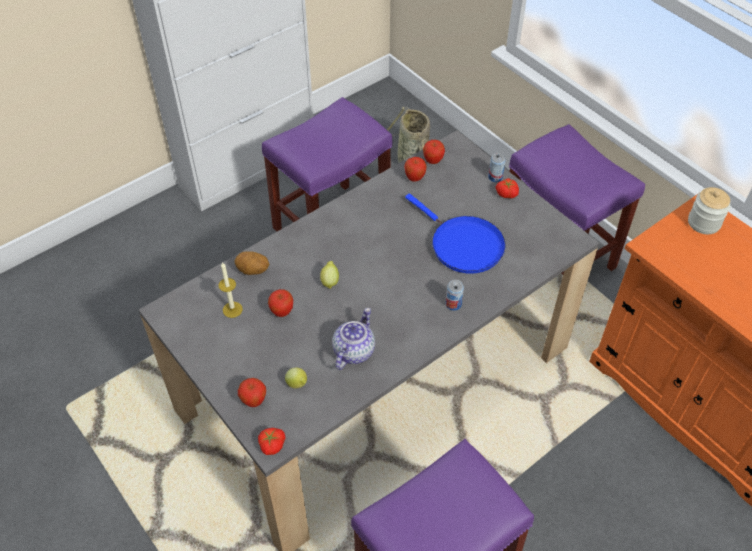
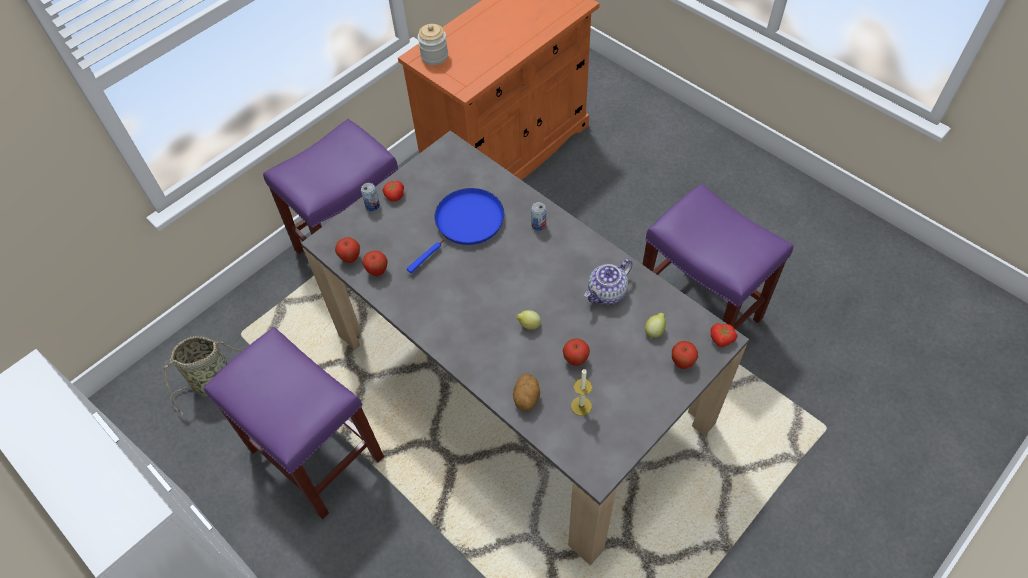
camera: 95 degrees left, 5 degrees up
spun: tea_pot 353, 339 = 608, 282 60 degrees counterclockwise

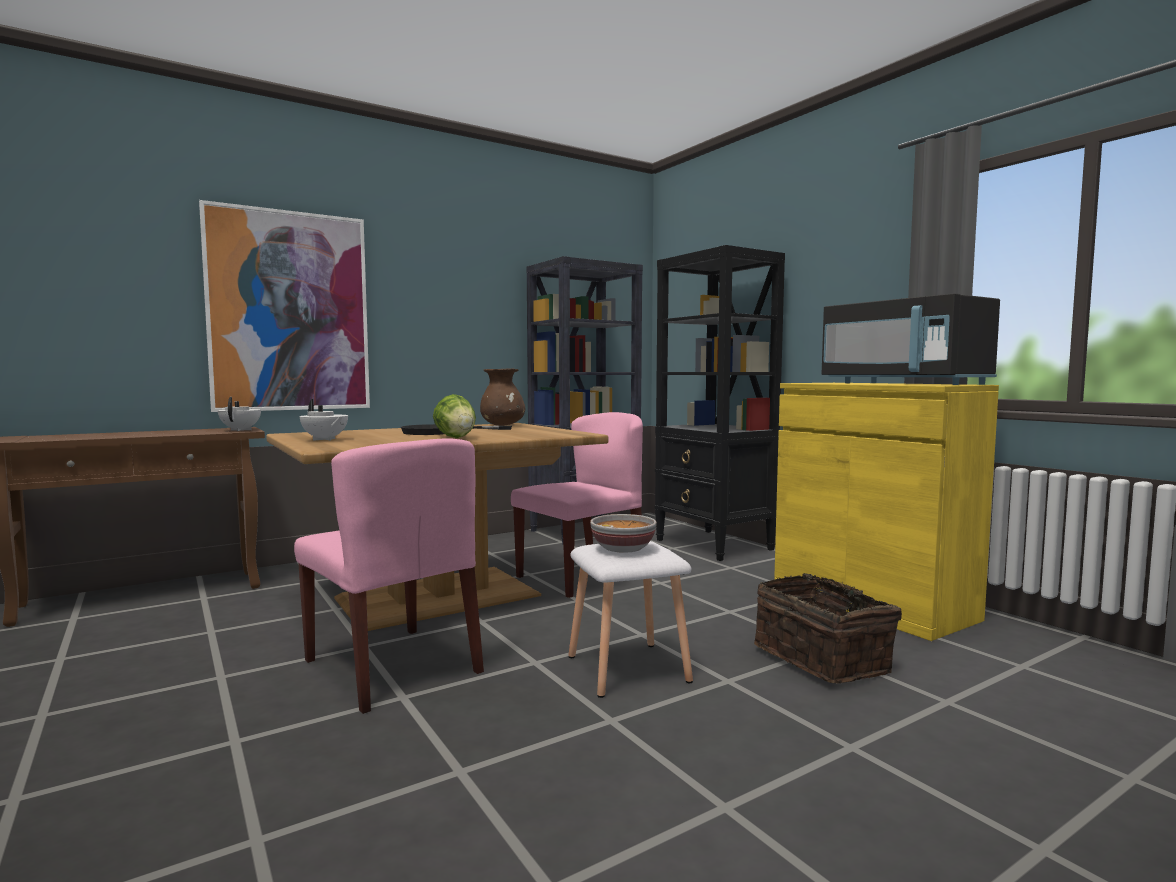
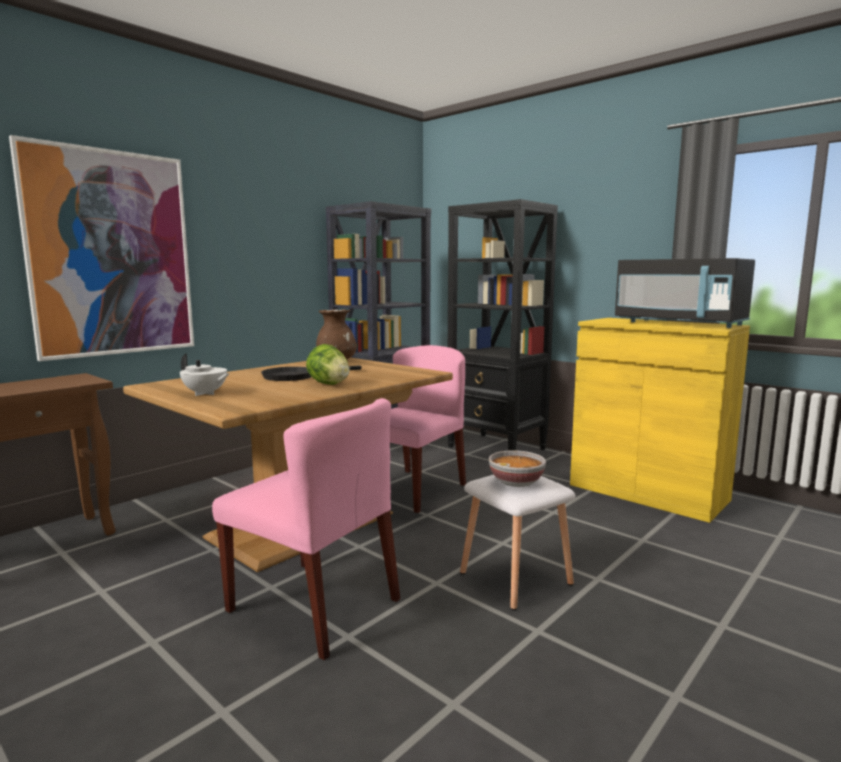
camera: 15 degrees left, 5 degrees up
missing: whitish_tea_pot 239, 414; household_basket 828, 628

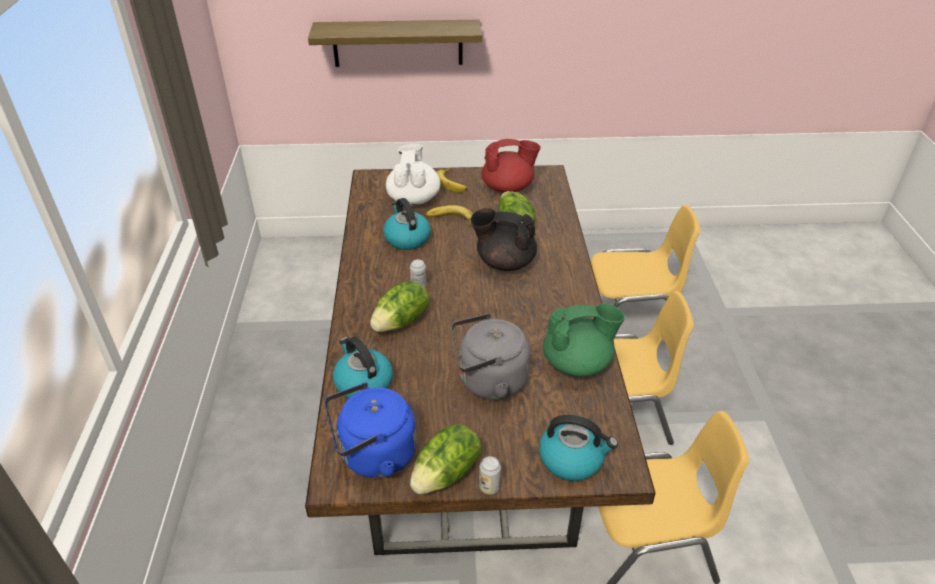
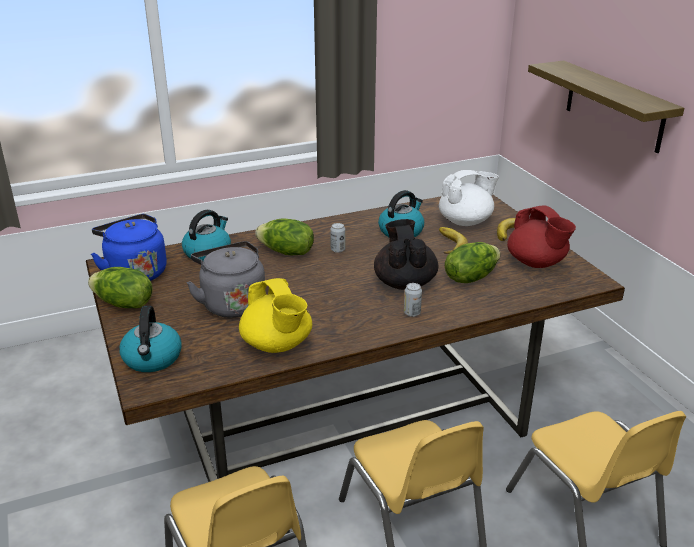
camera: 70 degrees right, 10 degrees down
relocated: sealed_can 490, 475 to 413, 300
colour: green-coloured_tea_pot 584, 339 to yellow_tea_pot 275, 315

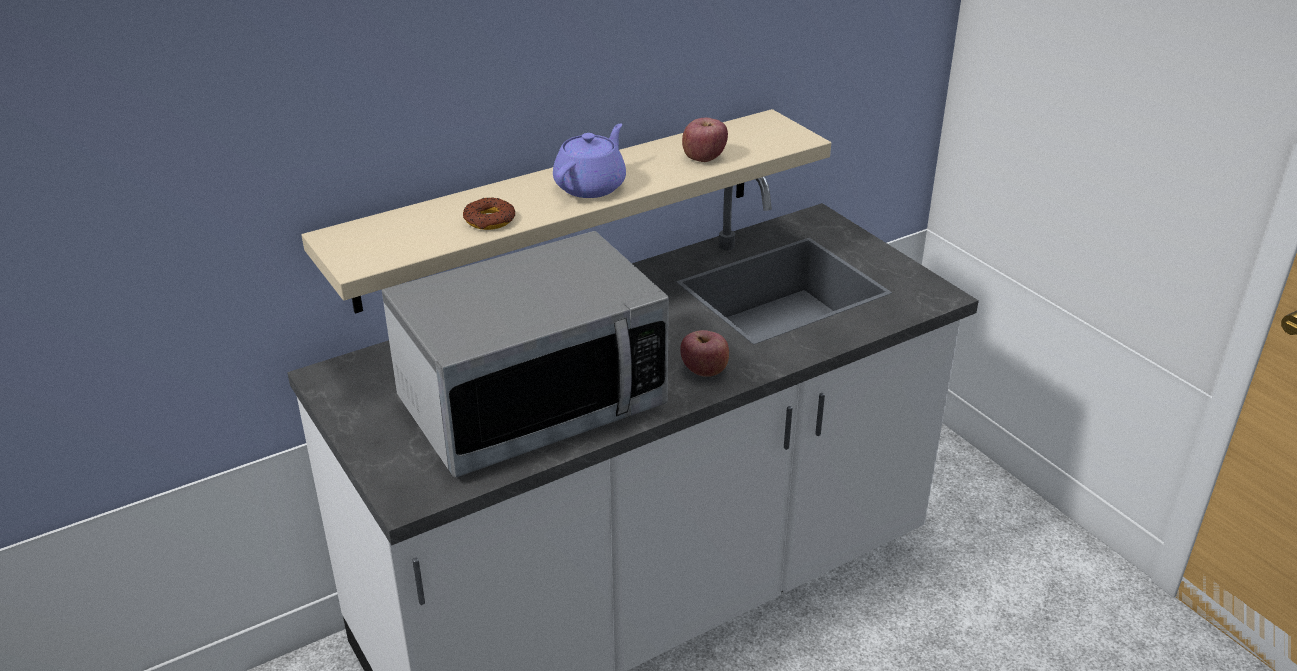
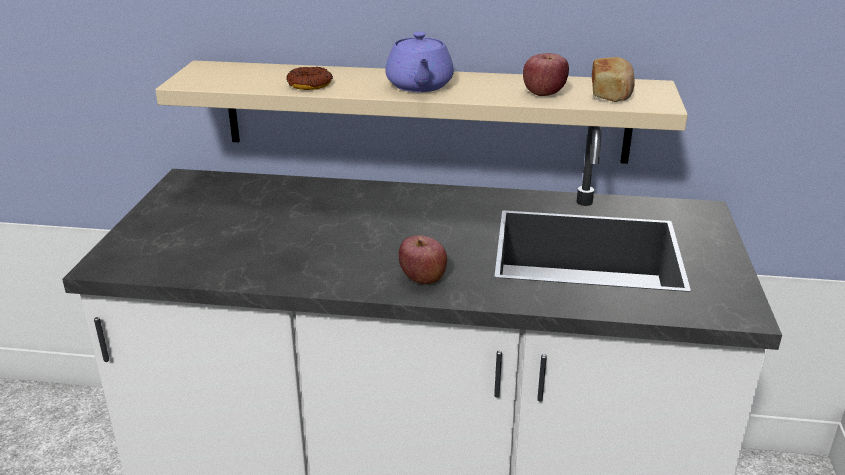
camera: 40 degrees right, 5 degrees down
missing: microwave_oven 525, 354
appeared: bread 613, 79
spun: purplish_tea_pot 589, 160 = 419, 62 105 degrees clockwise

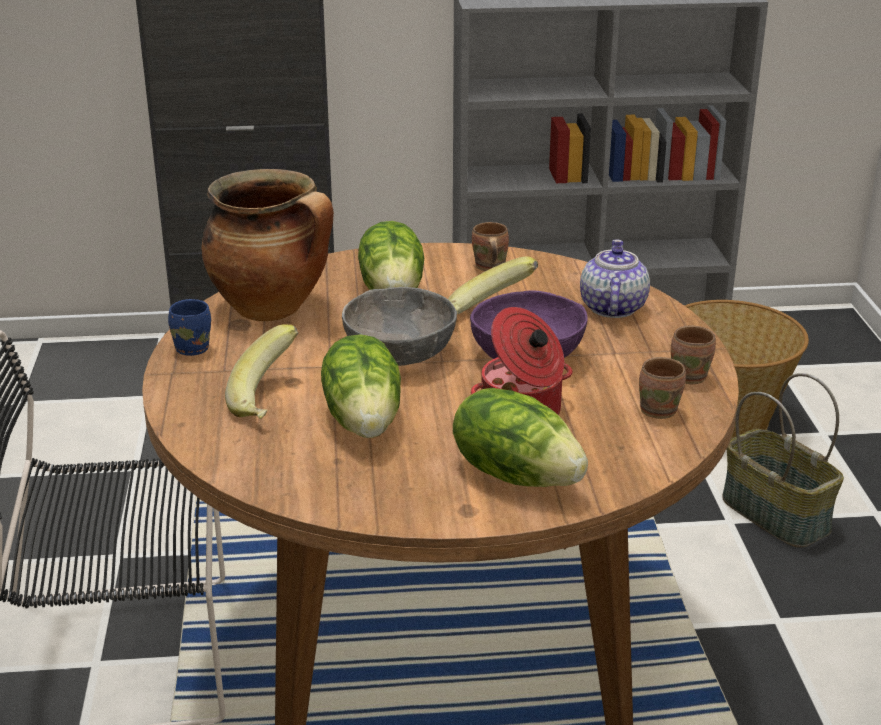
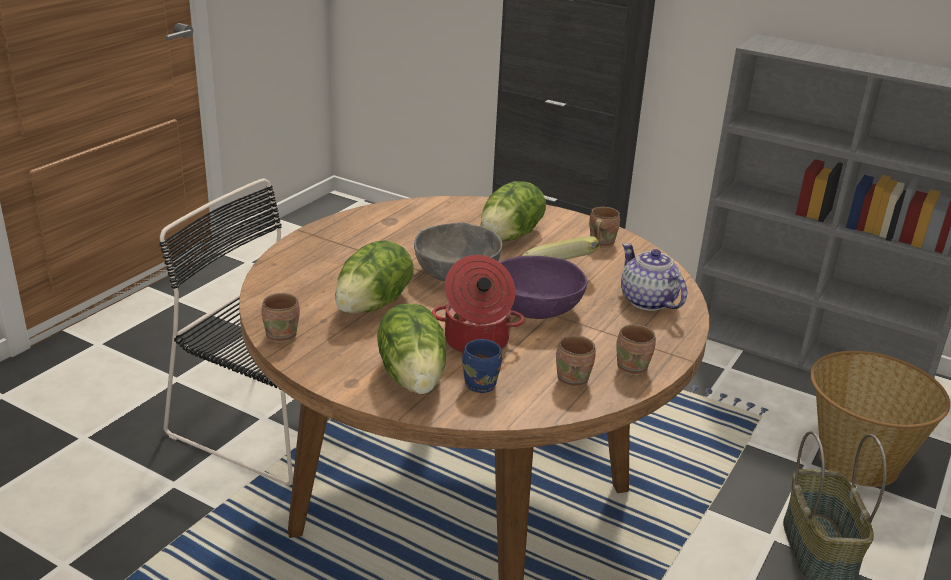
camera: 35 degrees right, 0 degrees up
missing: saucepot 267, 245; whole_banana 261, 371
appeared: brown-coloured_coffee_mug 281, 318
relocated: blue_coffee_mug 189, 327 to 482, 366
spun: tea_pot 615, 278 = 654, 277 75 degrees counterclockwise

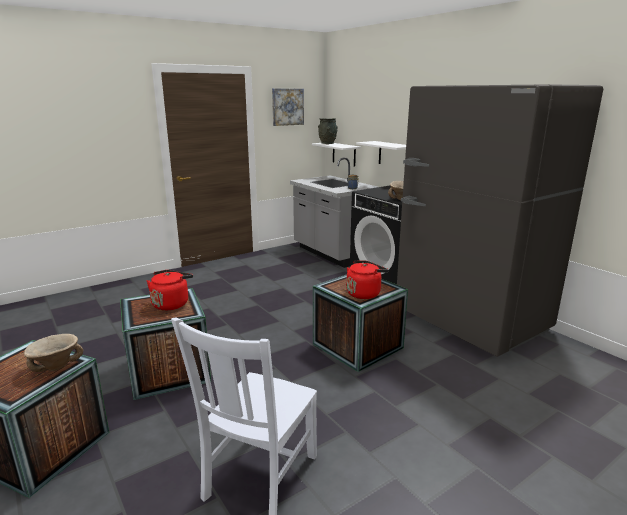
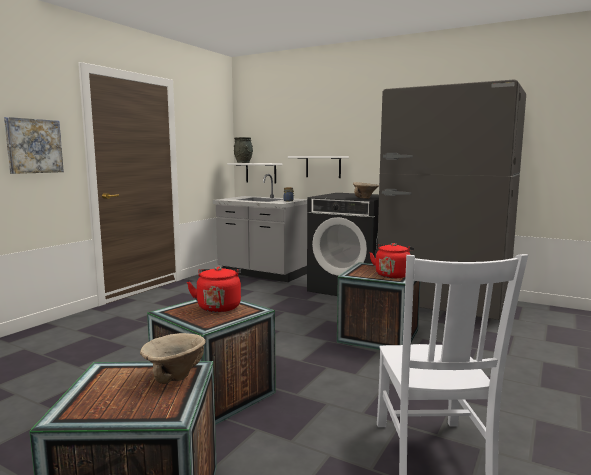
camera: 25 degrees left, 10 degrees down
relocated: wall_art 288, 107 to 34, 145

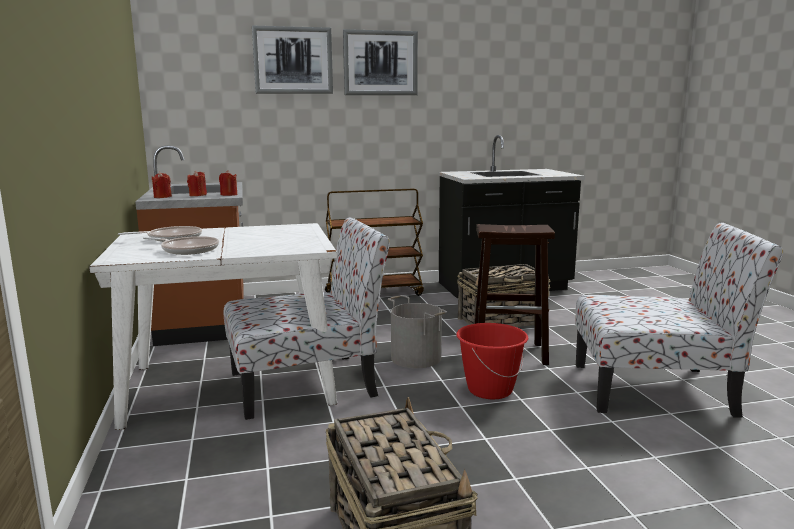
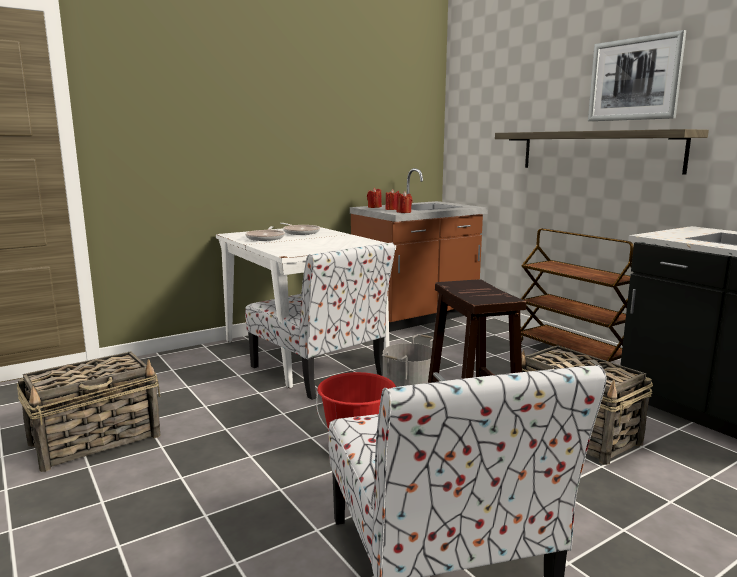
camera: 70 degrees right, 0 degrees up
missing: wall_art 292, 60
appeared: shelf 602, 152

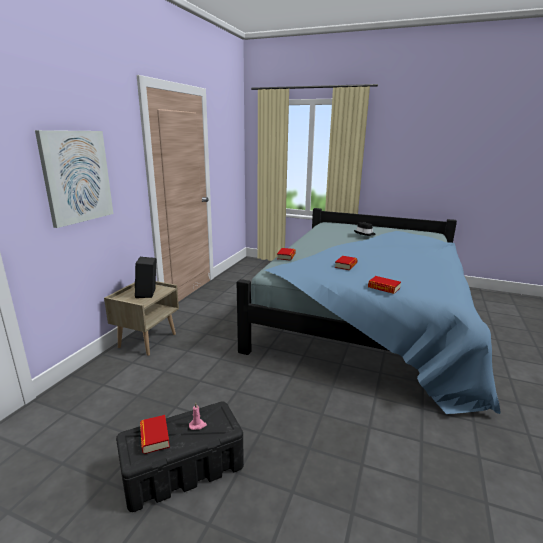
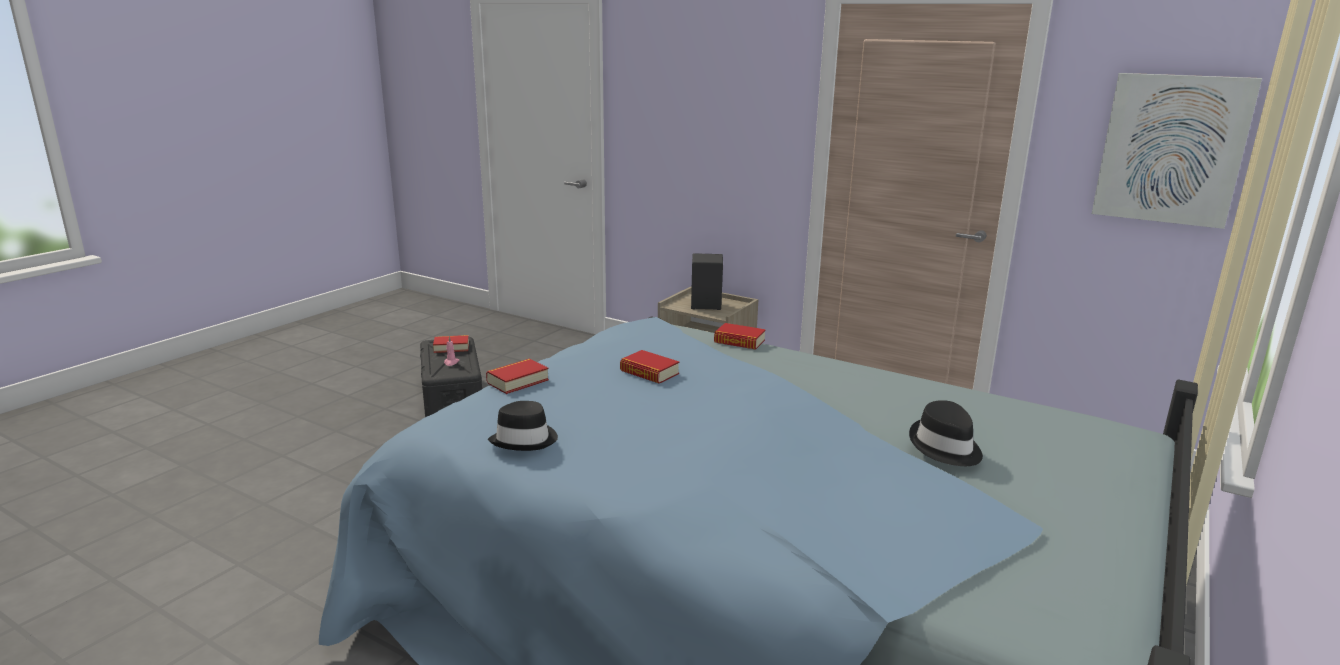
camera: 100 degrees right, 0 degrees up
appeared: black_wearable_hat 523, 426
relocated: wall_art 74, 179 to 1177, 151

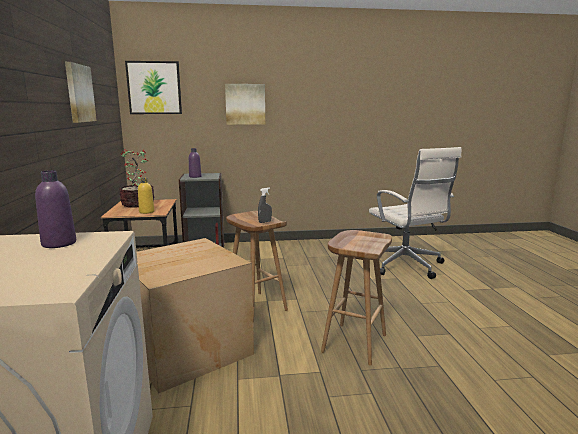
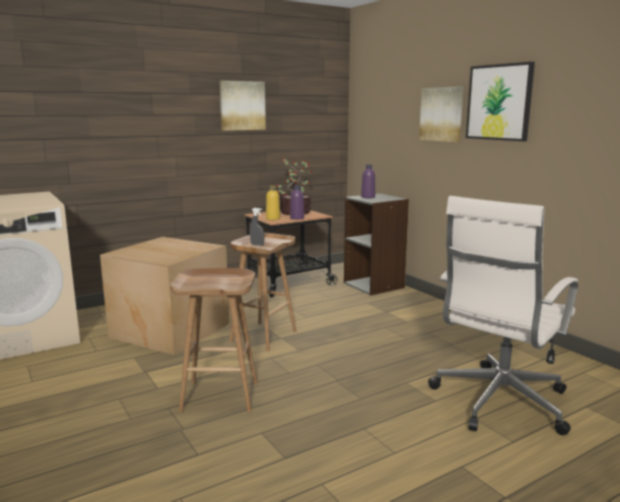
camera: 65 degrees right, 0 degrees up
relocated: wall_art 153, 87 to 500, 101; purplish_beverage_bottle 55, 209 to 297, 202

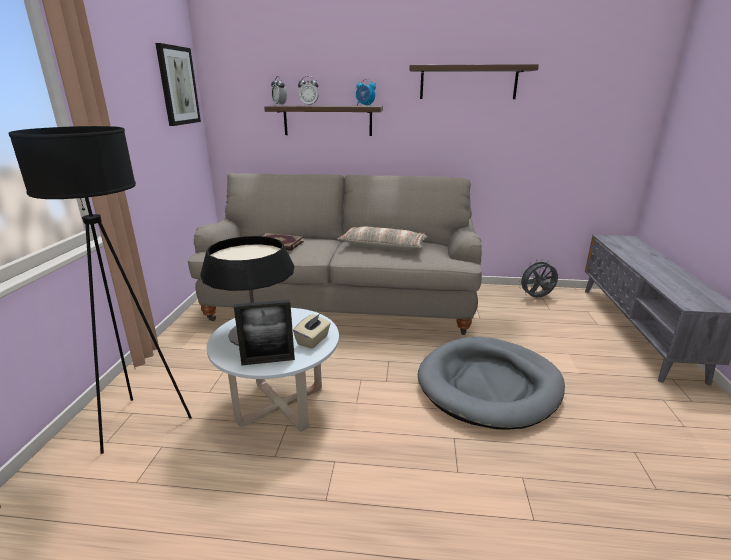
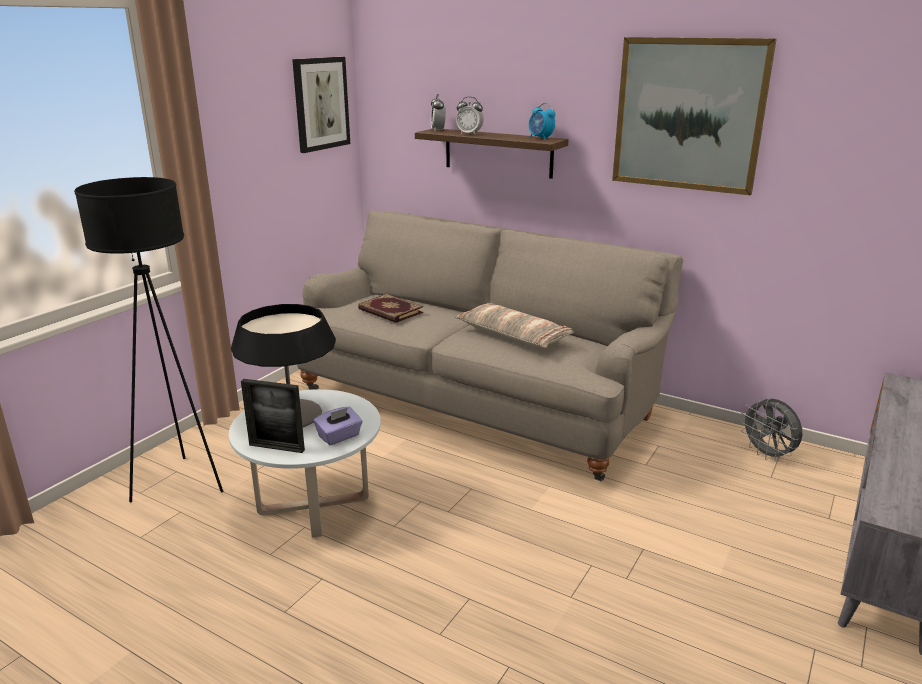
camera: 25 degrees right, 0 degrees up
missing: greyish_pet_bed 491, 383
exchanged: shelf 474, 81 to wall_art 694, 116
colour: sand-coloured_box_of_tissues 312, 331 to purplish_box_of_tissues 338, 426
spun: greyish_electric_fan 538, 278 = 771, 429 135 degrees counterclockwise

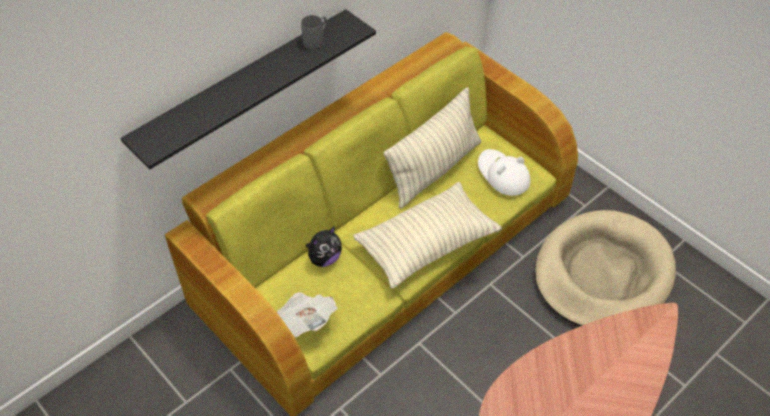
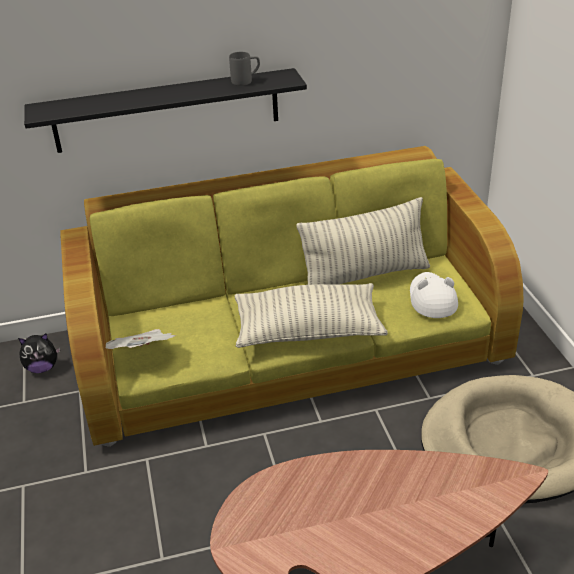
camera: 30 degrees right, 15 degrees down
relocated: soft_toy 324, 246 to 39, 353

